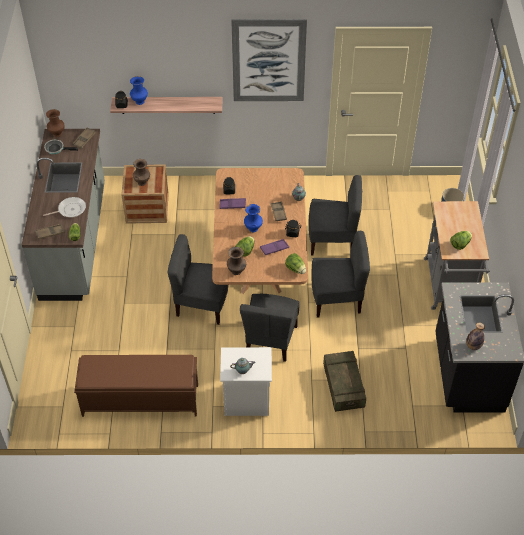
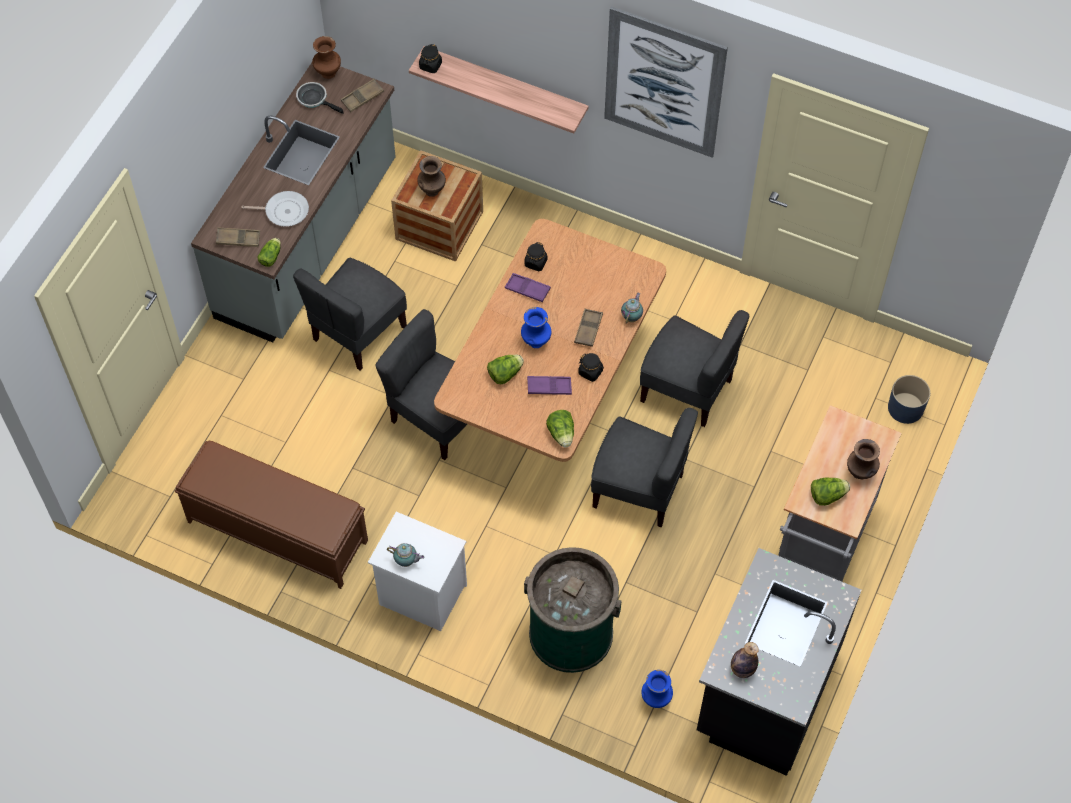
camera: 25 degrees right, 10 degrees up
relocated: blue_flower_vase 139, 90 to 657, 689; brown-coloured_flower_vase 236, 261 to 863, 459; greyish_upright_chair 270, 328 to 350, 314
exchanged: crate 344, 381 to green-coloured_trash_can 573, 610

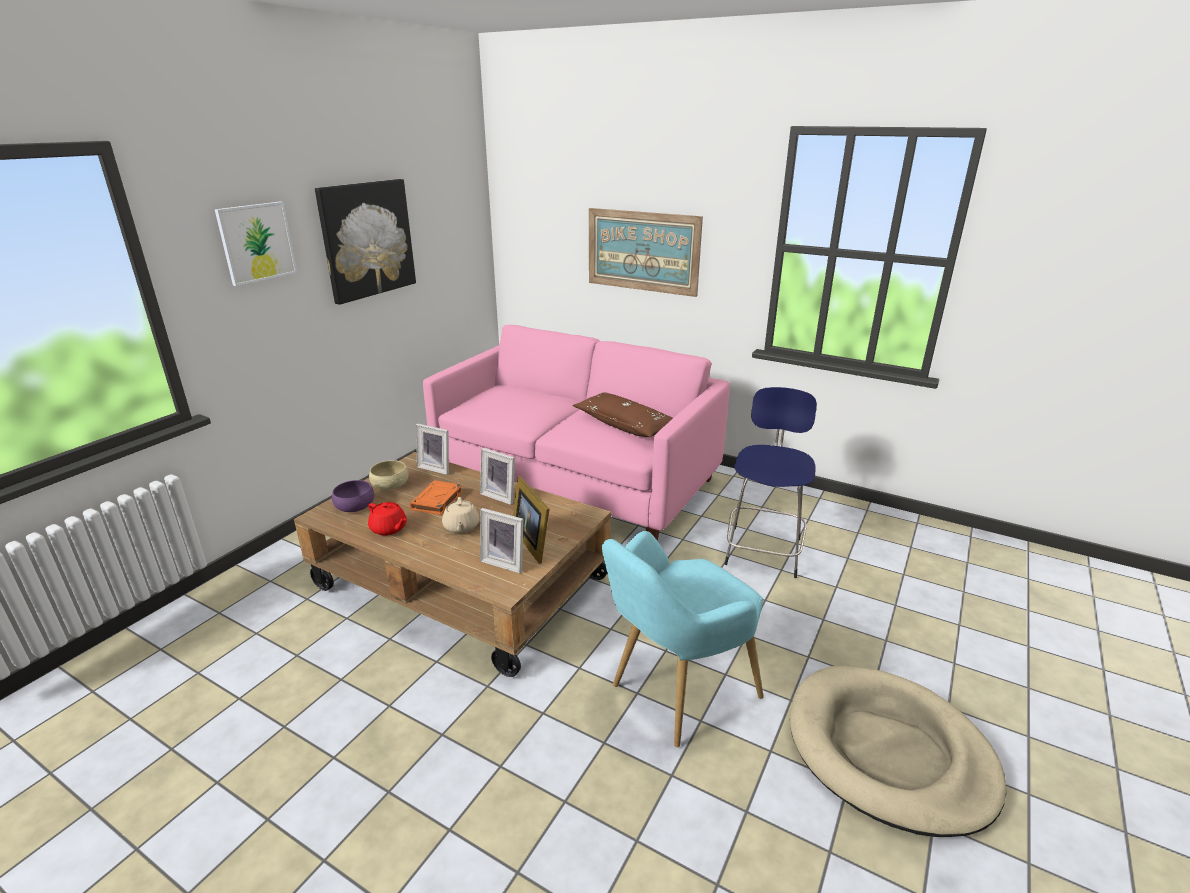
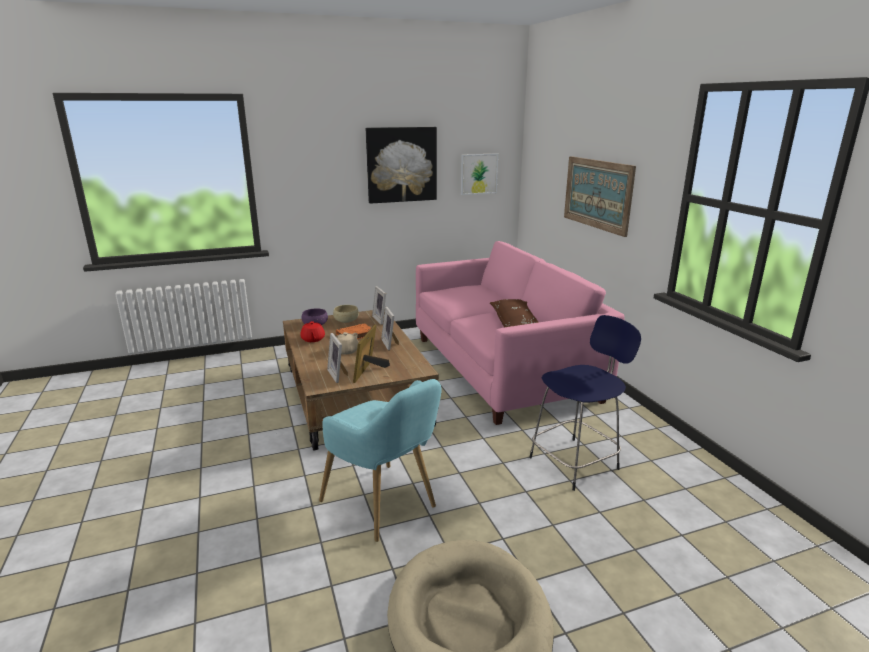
camera: 40 degrees right, 5 degrees down
relocated: wall_art 256, 243 to 479, 174
spun: turquoise_lounge_chair 683, 639 = 380, 460 135 degrees counterclockwise

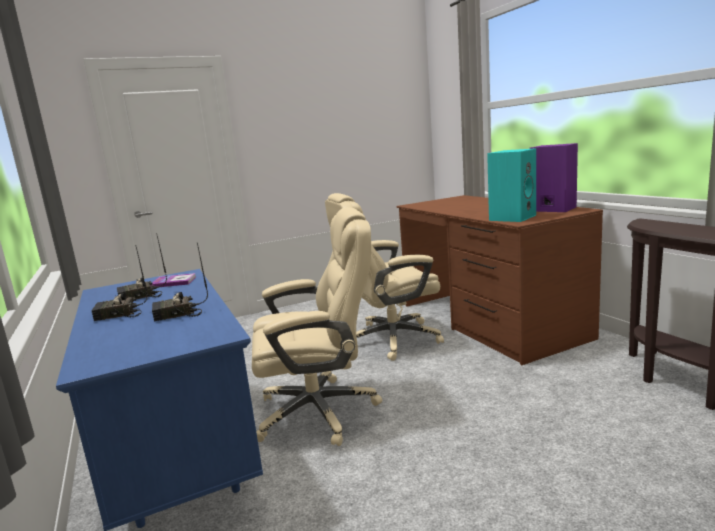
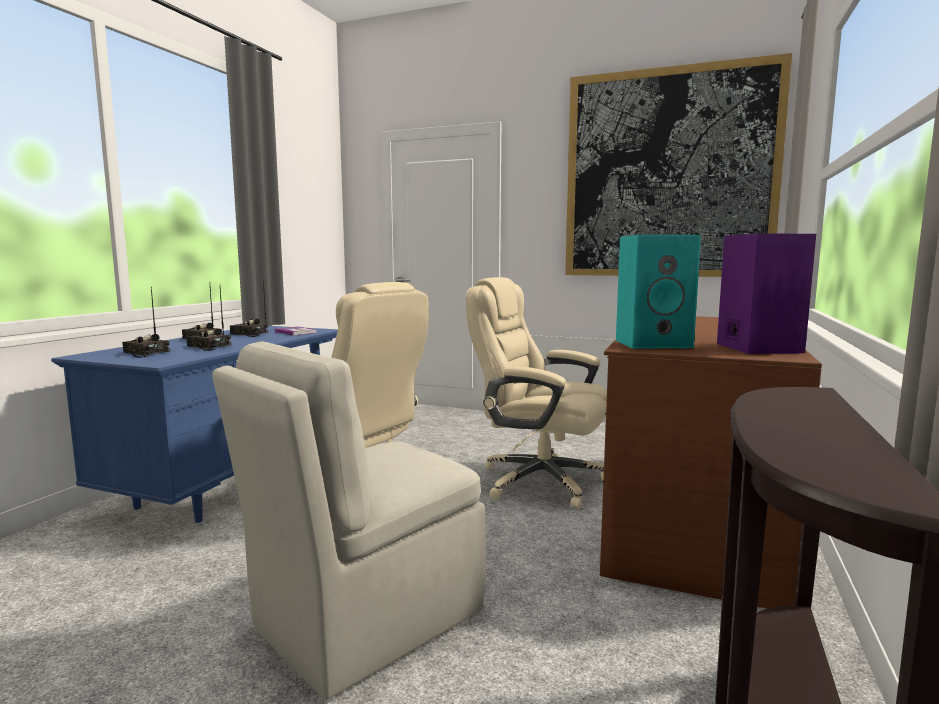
camera: 45 degrees right, 5 degrees down
appeared: wall_art 678, 165; radio_receiver 146, 322; sand-coloured_upright_chair 349, 520

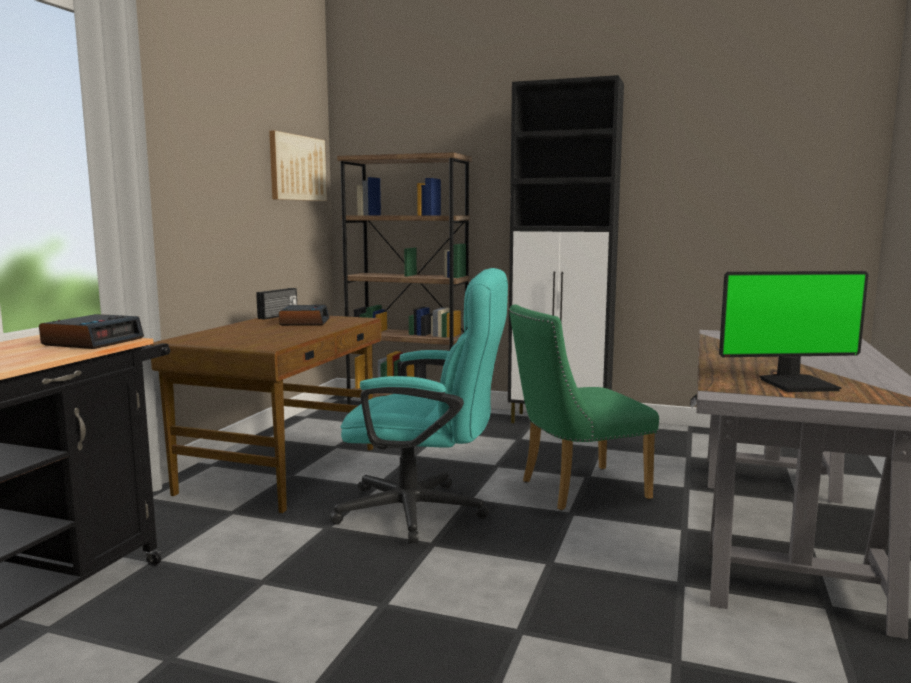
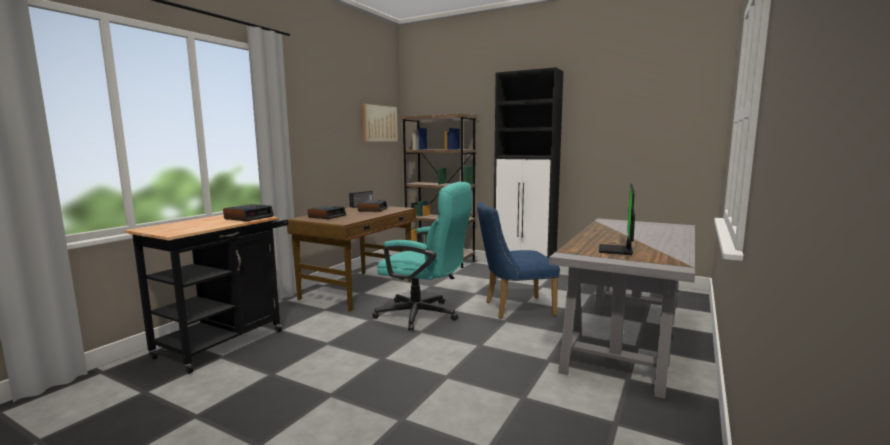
camera: 10 degrees right, 0 degrees up
appeared: bedside_clock 327, 212
colour: green-coloured_upright_chair 584, 407 to blue_upright_chair 518, 260
spun: computer_screen 793, 331 = 617, 219 105 degrees clockwise

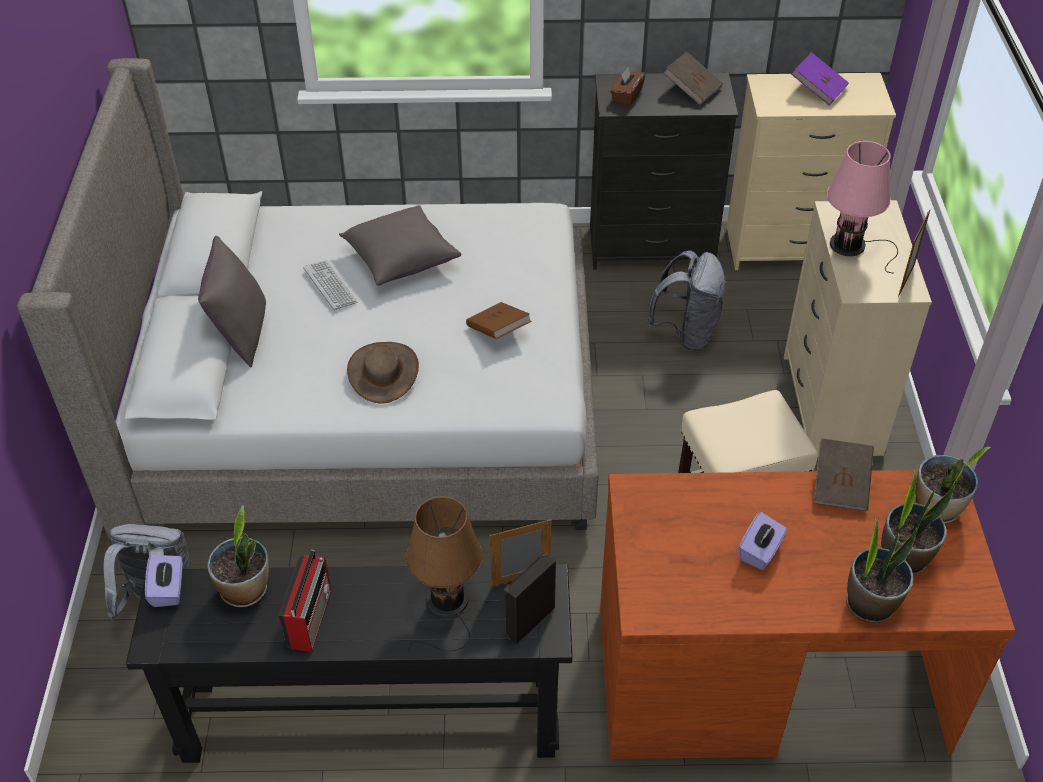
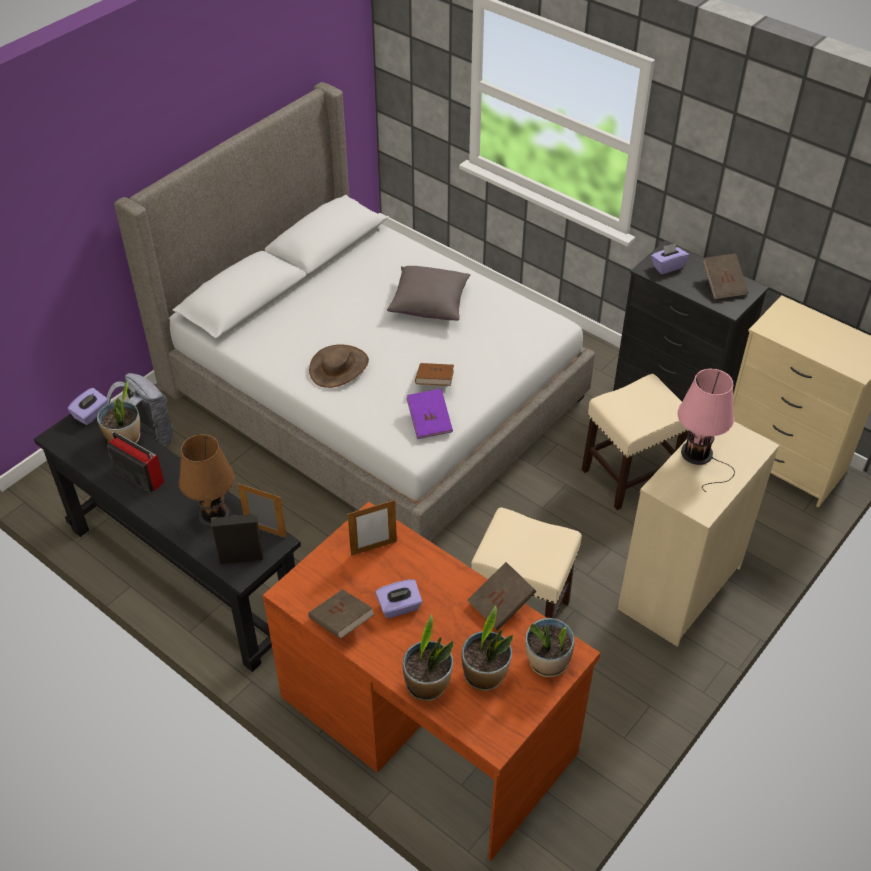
camera: 40 degrees right, 0 degrees up
missing: greyish_pillow 232, 301; PC_keyboard 330, 285
appeared: brown-coloured_bound_book 341, 614
relocated: purplish_bound_book 820, 79 to 430, 414; photo_frame 914, 253 to 372, 528
exchanged: greyish_backpack 687, 300 to sand-coloured_sitting_stool 635, 442
colour: brown-coloured_box_of_tissues 627, 86 to purplish_box_of_tissues 670, 258
spun: radio_receiver 305, 601 = 135, 462 105 degrees counterclockwise

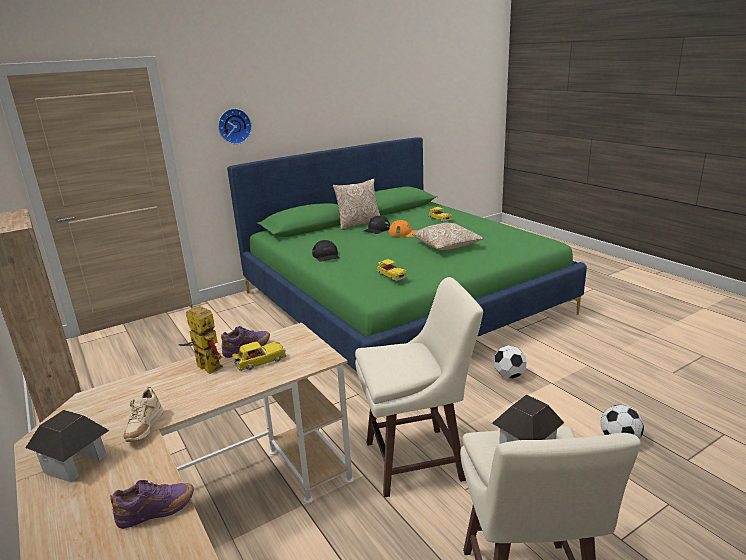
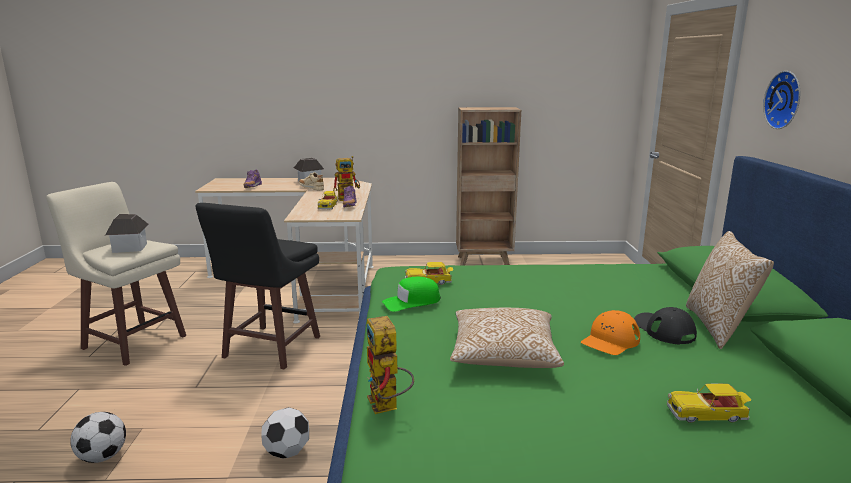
camera: 120 degrees right, 5 degrees down
missing: black_baseball_cap 326, 251
appeared: green-coloured_baseball_cap 411, 294; model_robot 390, 365
colour: sand-coloured_sitting_stool 419, 387 to black_sitting_stool 257, 286

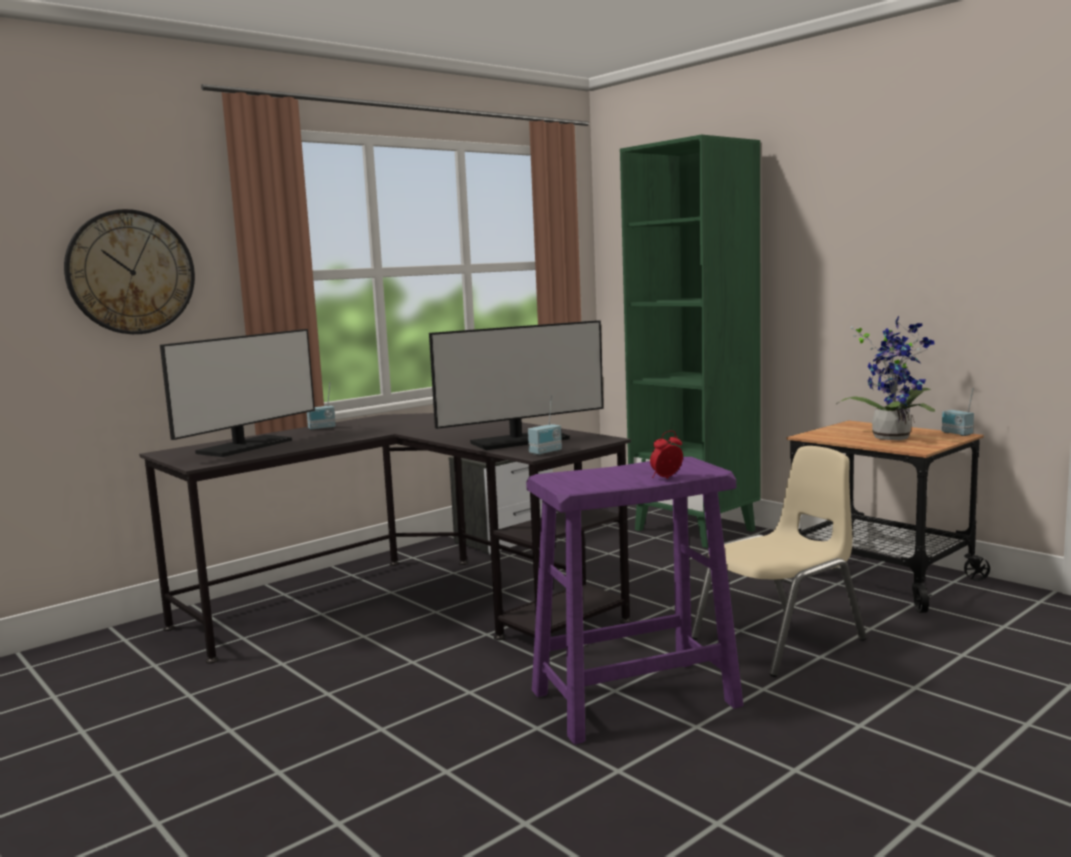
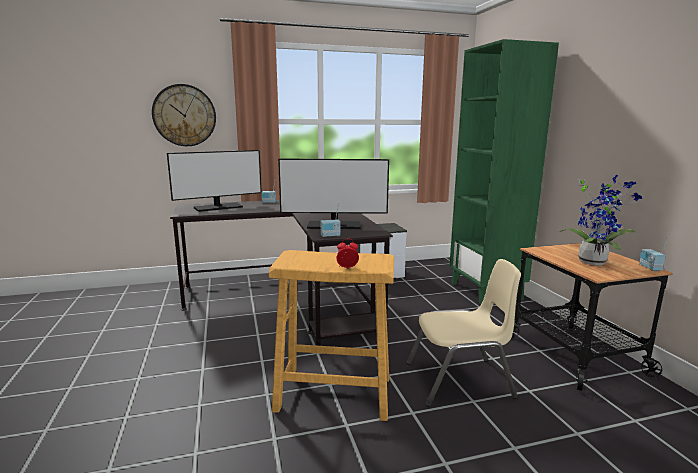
camera: 25 degrees right, 5 degrees up
colour: purplish_sitting_stool 634, 601 to sand-coloured_sitting_stool 331, 335

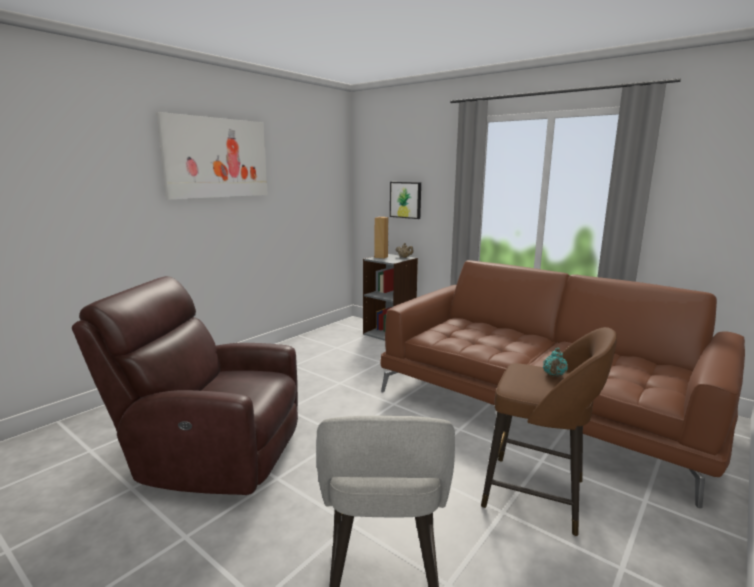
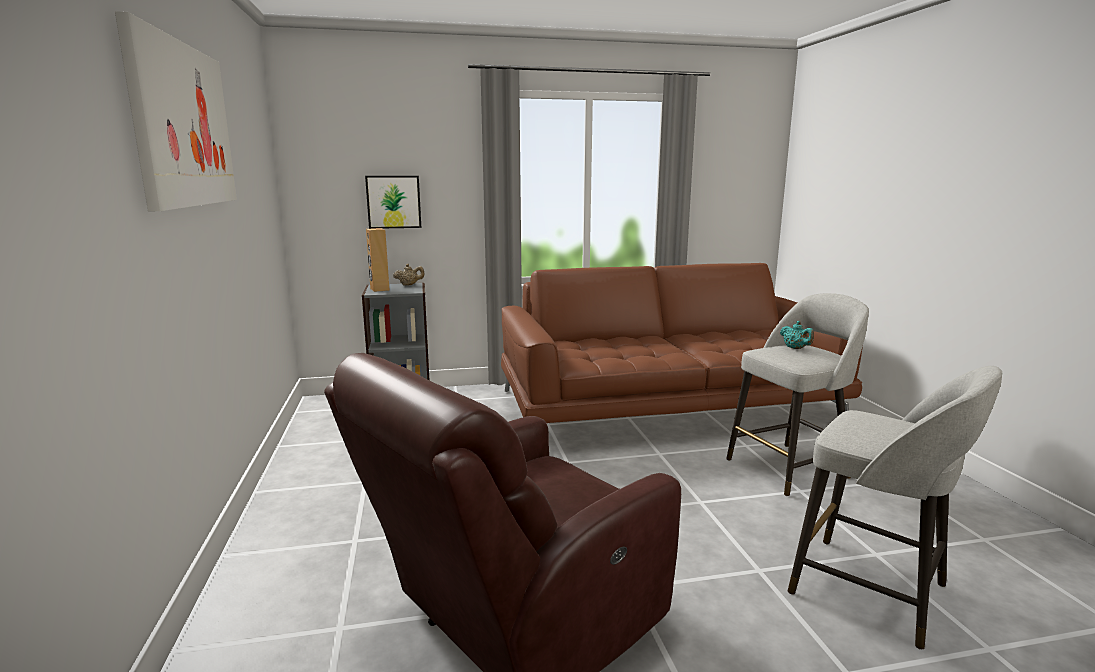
camera: 50 degrees left, 0 degrees up
colour: brown-coloured_sitting_stool 549, 431 to greyish_sitting_stool 797, 394

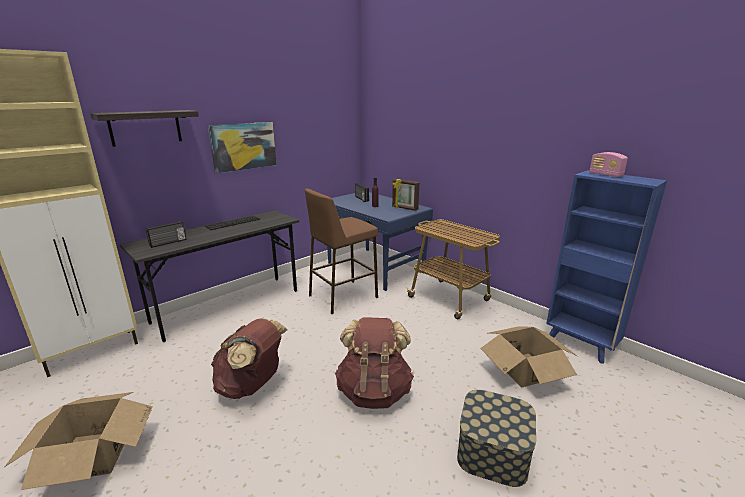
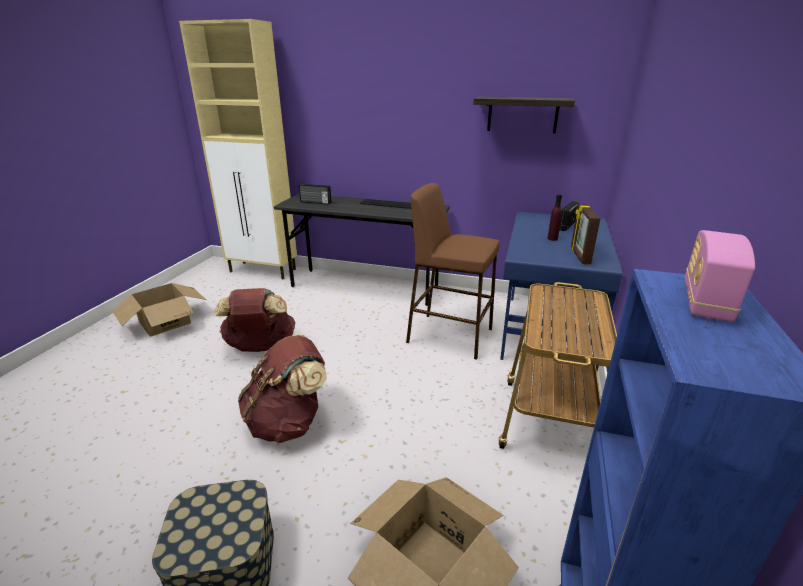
camera: 60 degrees right, 5 degrees up
missing: wall_art 242, 147
relocated: shelf 144, 128 to 524, 114

